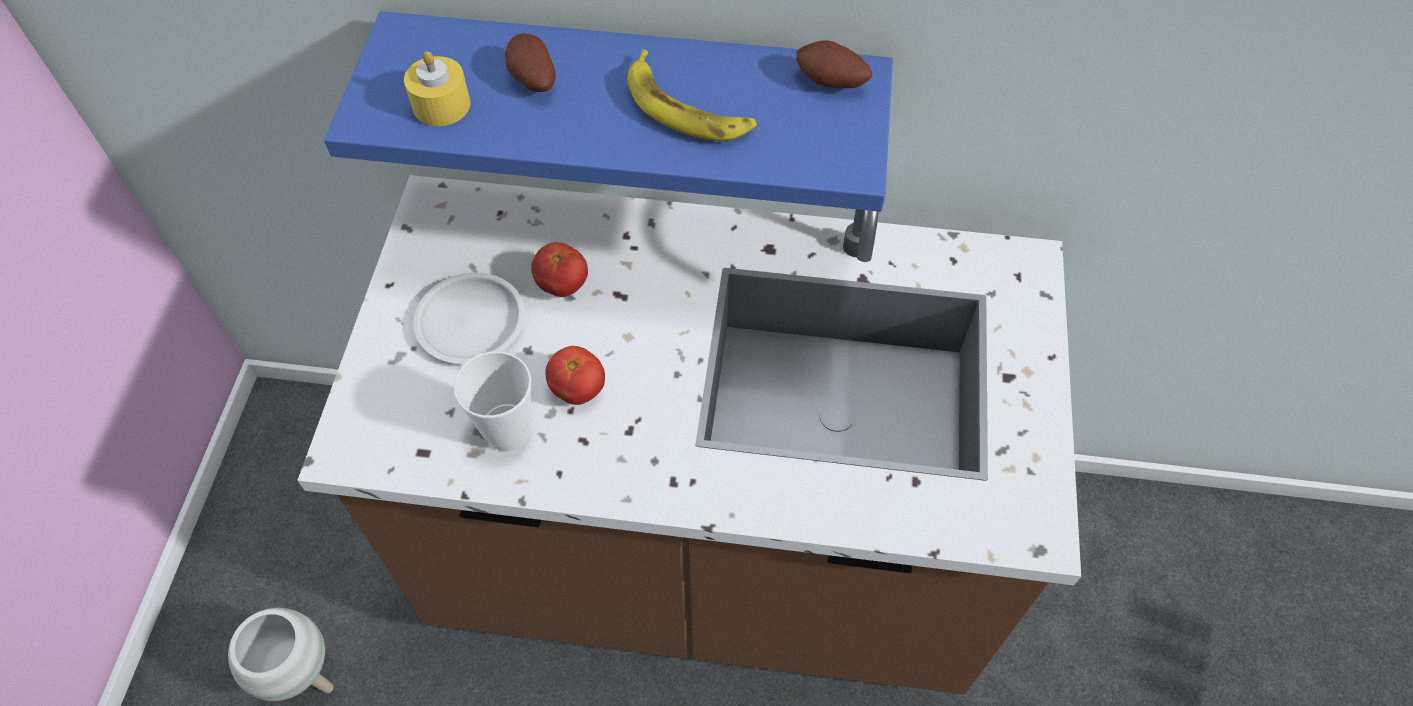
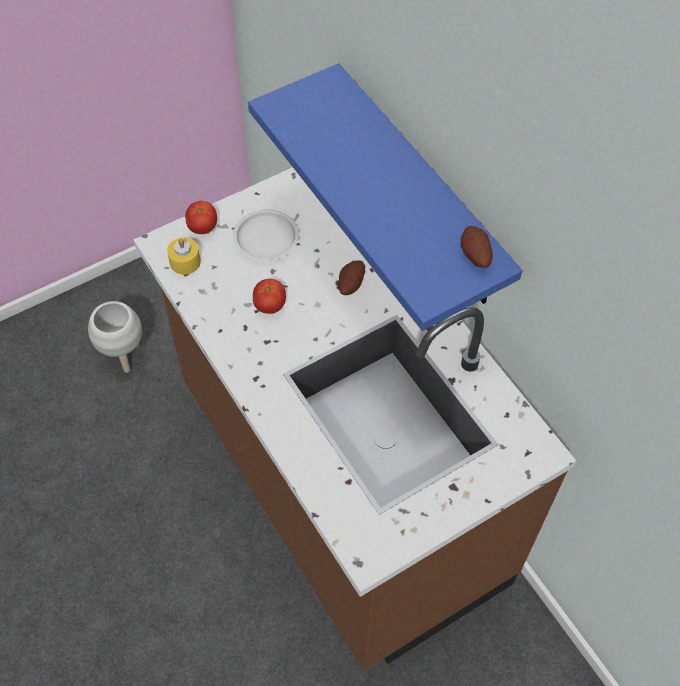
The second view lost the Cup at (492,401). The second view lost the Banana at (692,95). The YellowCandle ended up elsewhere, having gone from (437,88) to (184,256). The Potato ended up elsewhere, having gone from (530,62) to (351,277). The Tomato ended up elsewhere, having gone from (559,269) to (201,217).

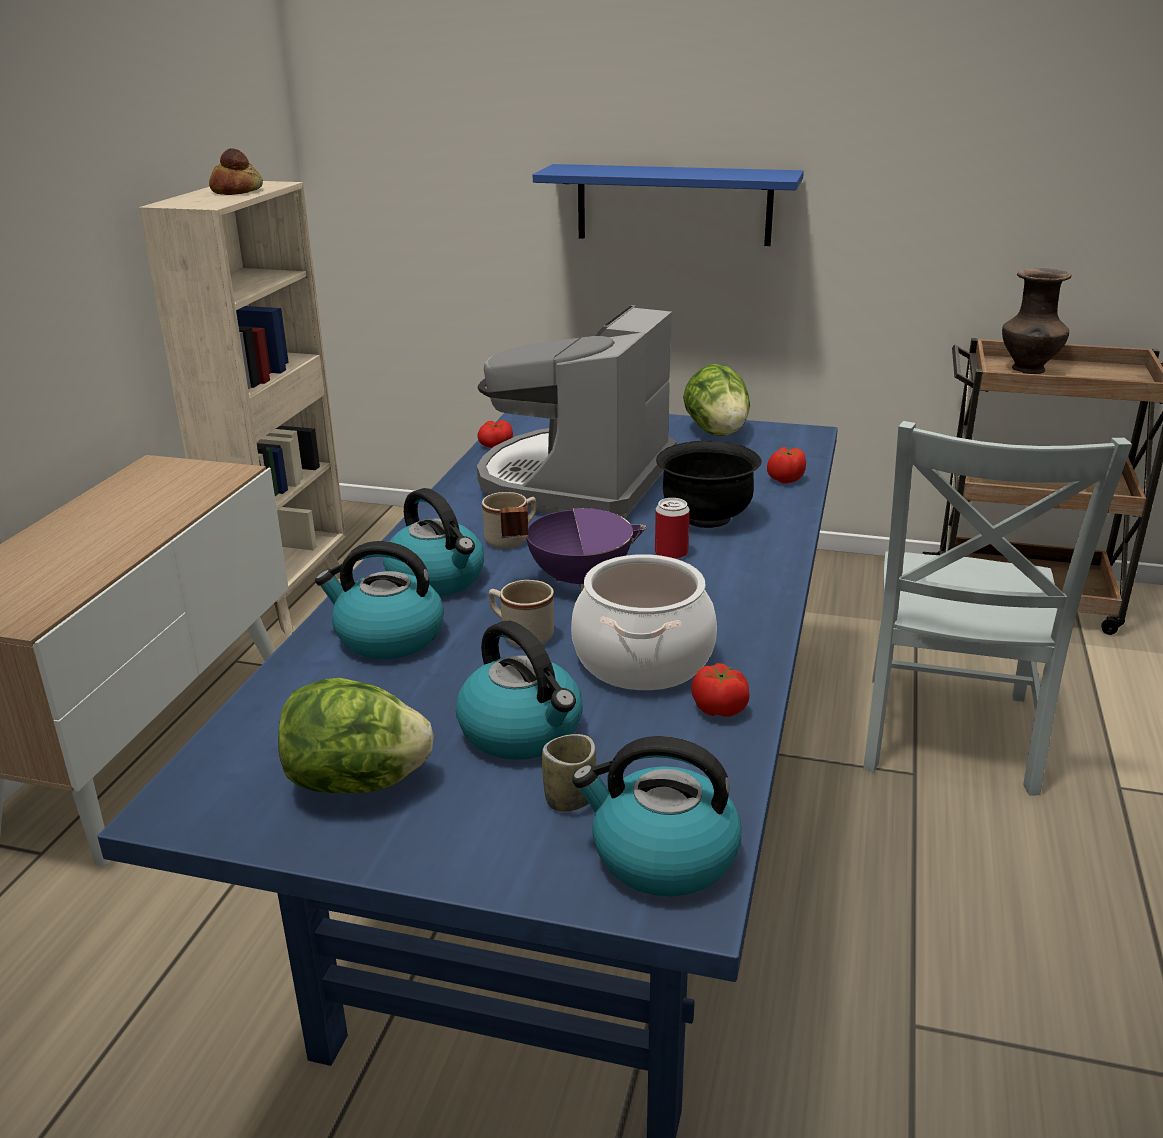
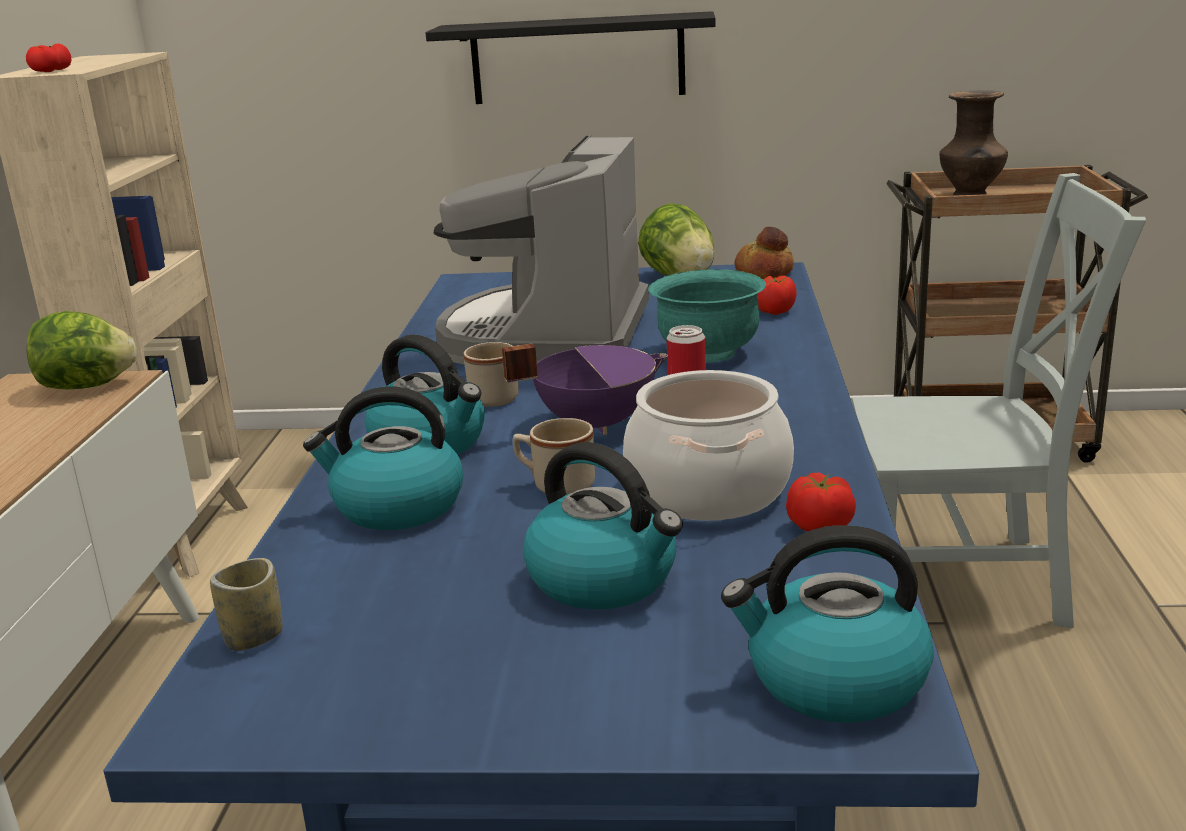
The Bread ended up elsewhere, having gone from (236,171) to (764,253). The Lettuce ended up elsewhere, having gone from (356,735) to (82,350). The Tomato ended up elsewhere, having gone from (495,434) to (48,58). The Cup ended up elsewhere, having gone from (569,773) to (246,604). What was the BlueShelf at (668,205) turned into the BlackShelf at (571,57). What was the BlackBowl at (709,484) turned into the TurquoiseBowl at (707,316). The GreyChair at (997,608) ended up facing another way, 90 degrees counterclockwise from before.

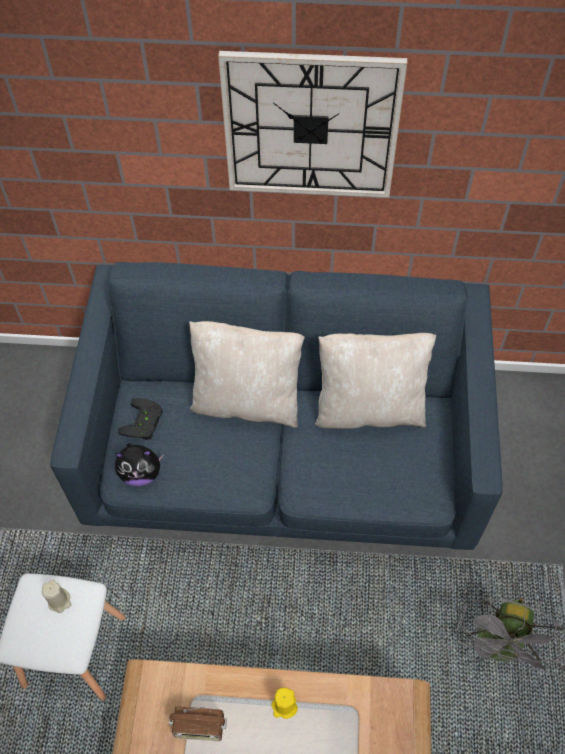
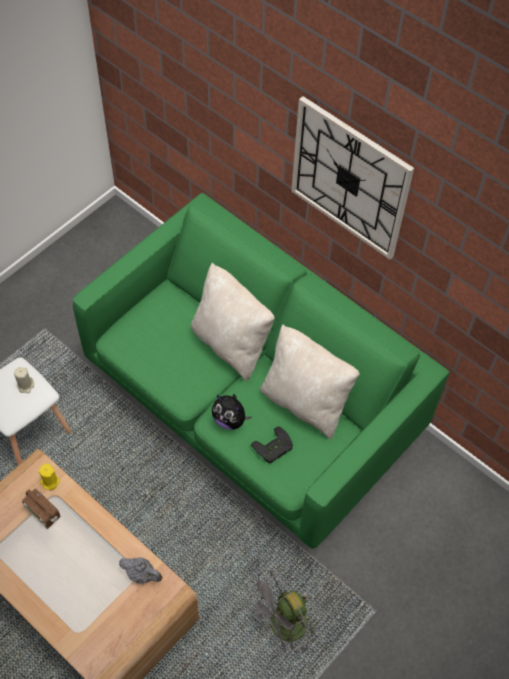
The second view gained the GreyTeapot at (140,570). The PlushToy ended up elsewhere, having gone from (139,464) to (232,412). The BlackGameController ended up elsewhere, having gone from (140,419) to (272,445). The YellowCandle ended up elsewhere, having gone from (284,703) to (49,477). What was the BlueSofa at (276,406) turned into the GreenSofa at (261,371).

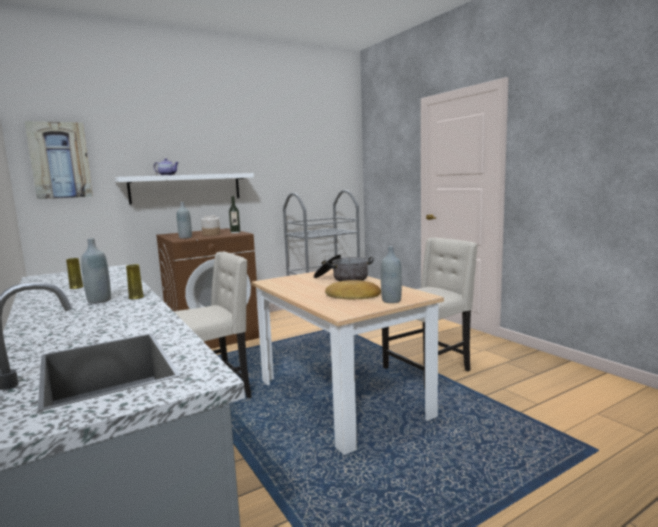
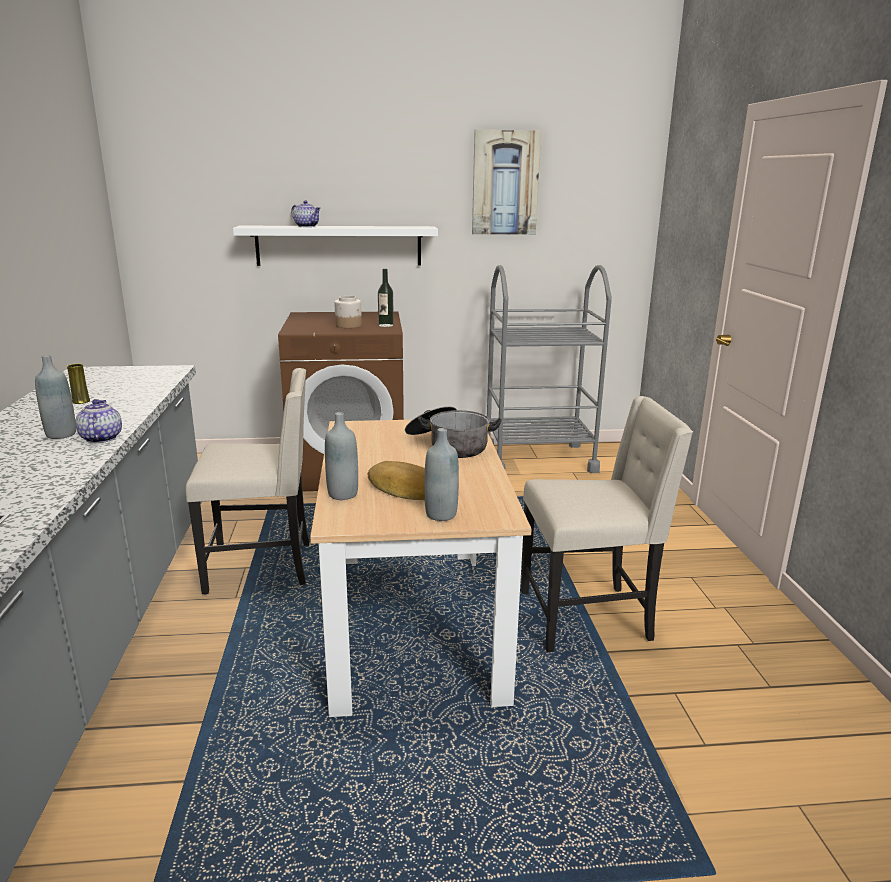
The Picture ended up elsewhere, having gone from (59,160) to (506,182). The GreyBottle ended up elsewhere, having gone from (184,220) to (341,456). Where the YellowVase stood at (135,281), the Teapot came to stand at (99,421).

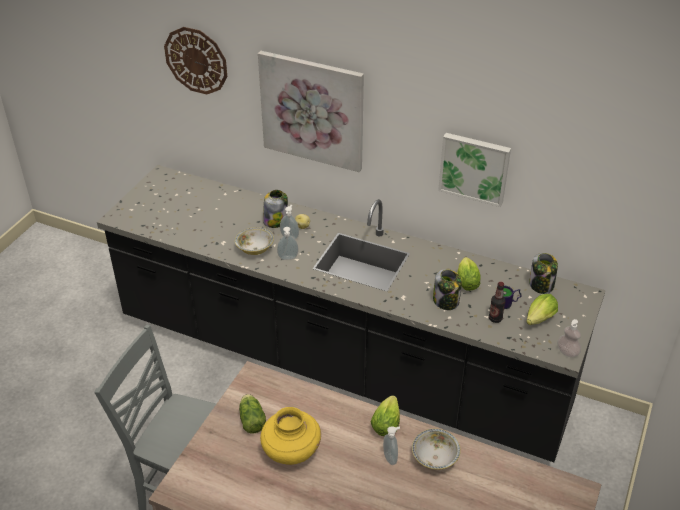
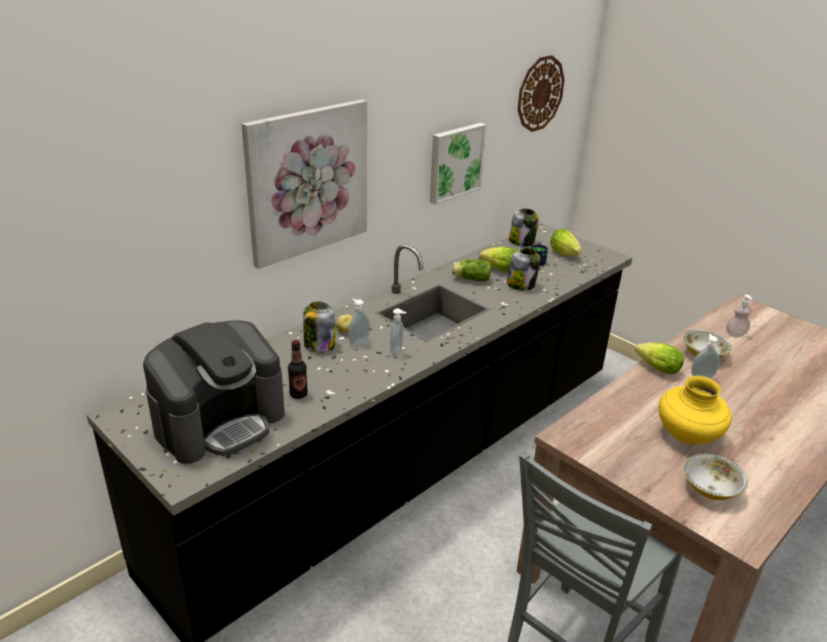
The second view gained the CoffeeMachine at (214,392). The WallClock ended up elsewhere, having gone from (195,60) to (541,93). The Bowl ended up elsewhere, having gone from (254,241) to (715,477). The Lettuce ended up elsewhere, having gone from (252,414) to (471,270). The Bottle ended up elsewhere, having gone from (497,302) to (298,369). The SoapDispenser ended up elsewhere, having gone from (569,338) to (739,316).

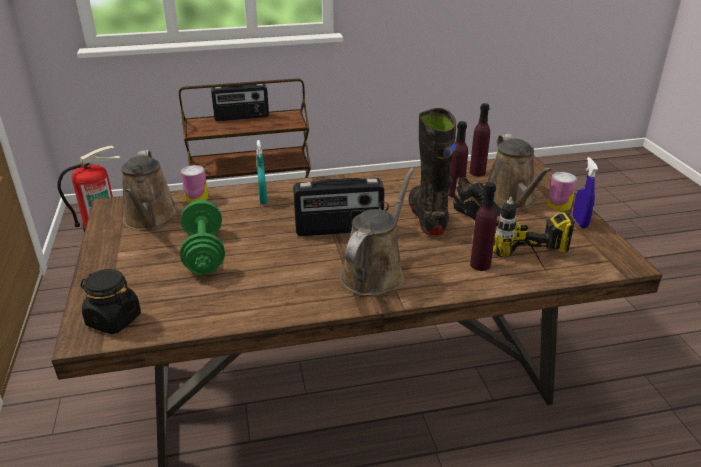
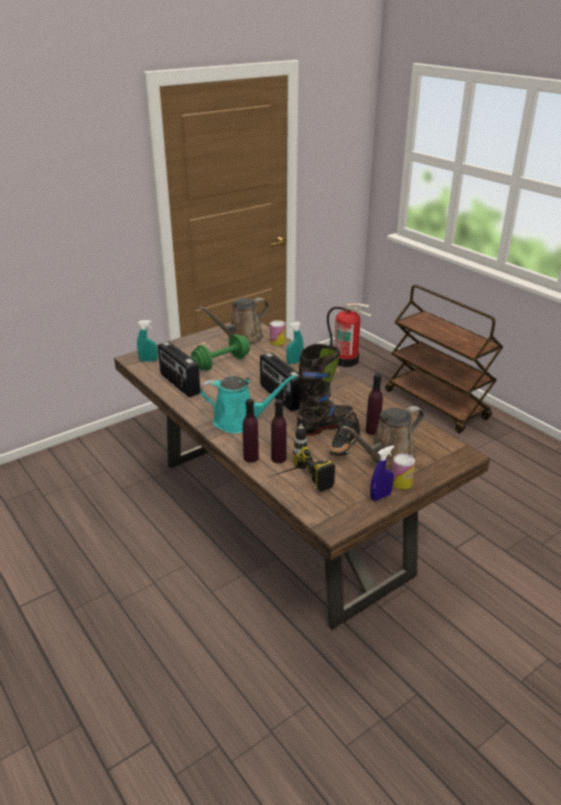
The Radio ended up elsewhere, having gone from (240,102) to (179,369). The PurpleBottle ended up elsewhere, having gone from (480,139) to (251,431). Where the BlackJar stood at (110,301), the TurquoiseSprayBottle came to stand at (147,341). What was the BrownWateringCan at (377,232) turned into the TurquoiseWateringCan at (248,404).

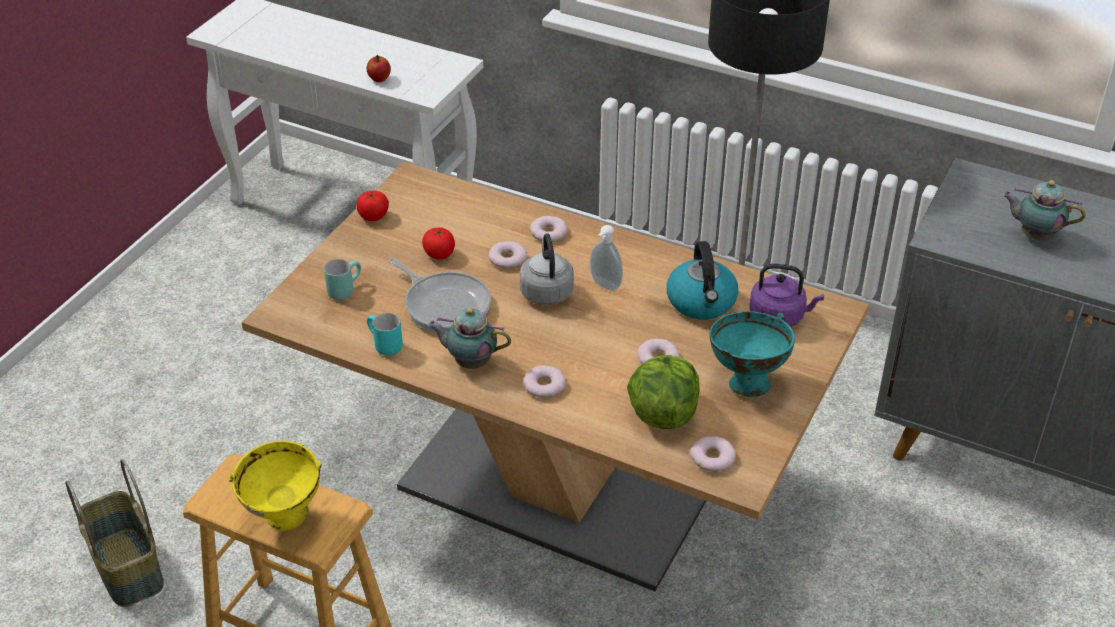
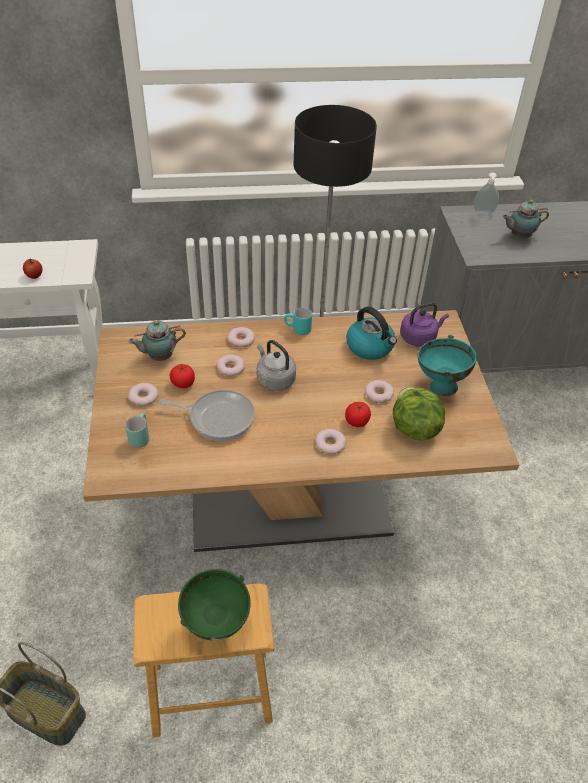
The Tomato ended up elsewhere, having gone from (372,206) to (358,414). The TurquoiseMug ended up elsewhere, having gone from (385,334) to (298,321). The Teapot ended up elsewhere, having gone from (469,338) to (157,340). The SoapDispenser ended up elsewhere, having gone from (606,258) to (486,194). The Donut ended up elsewhere, having gone from (713,454) to (143,394). What was the YellowBowl at (275,485) turned into the GreenBowl at (214,605).

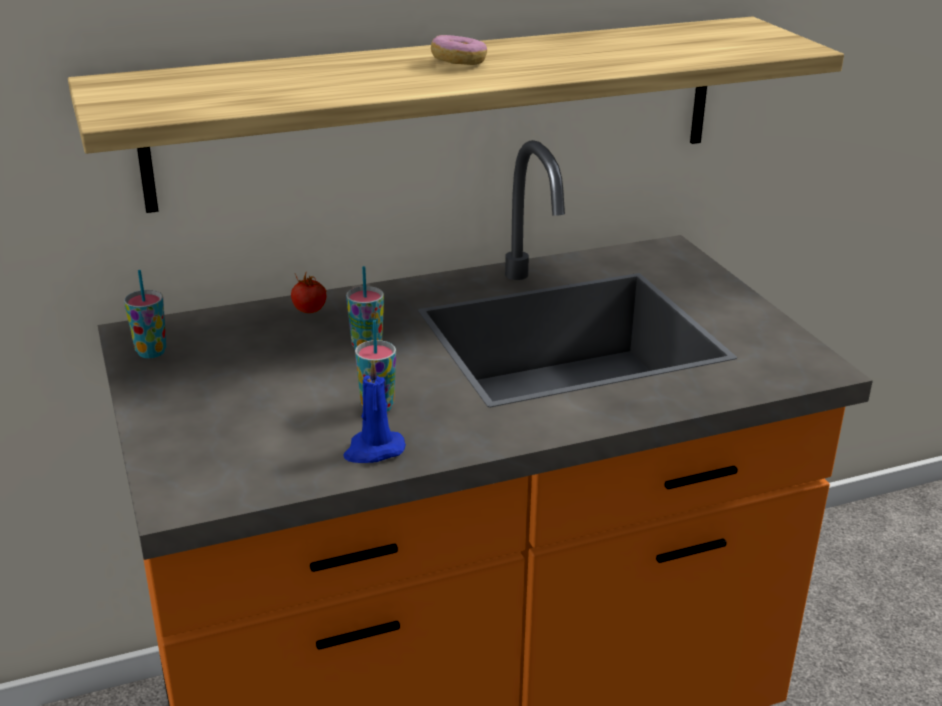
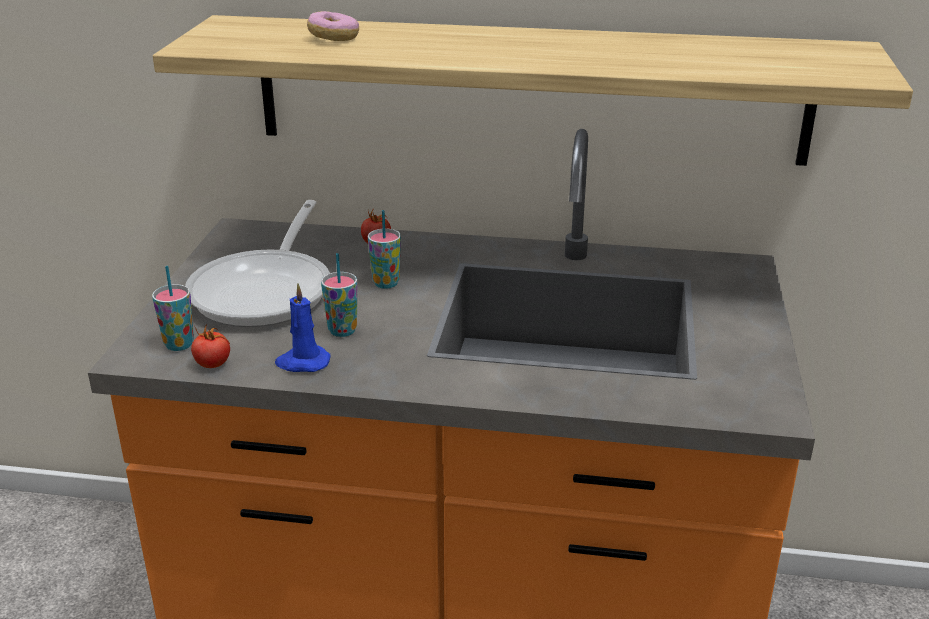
The second view gained the FryingPan at (257,263). The second view gained the Tomato at (210,347). The Cup ended up elsewhere, having gone from (145,314) to (173,308). The Donut ended up elsewhere, having gone from (459,50) to (333,26).

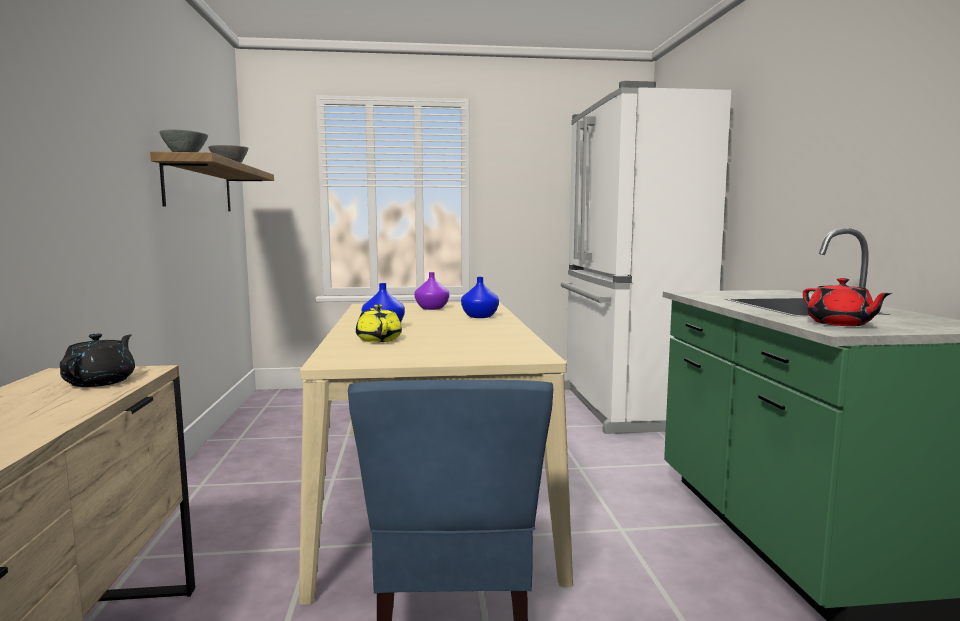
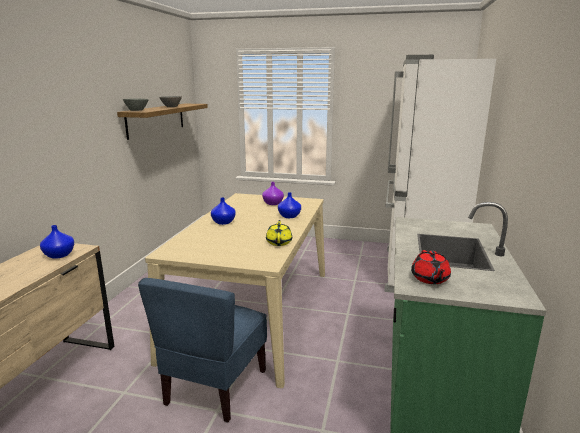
The YellowTeapot ended up elsewhere, having gone from (379,323) to (279,233). Where the BlackTeapot stood at (97,360), the BlueVase came to stand at (57,242).

